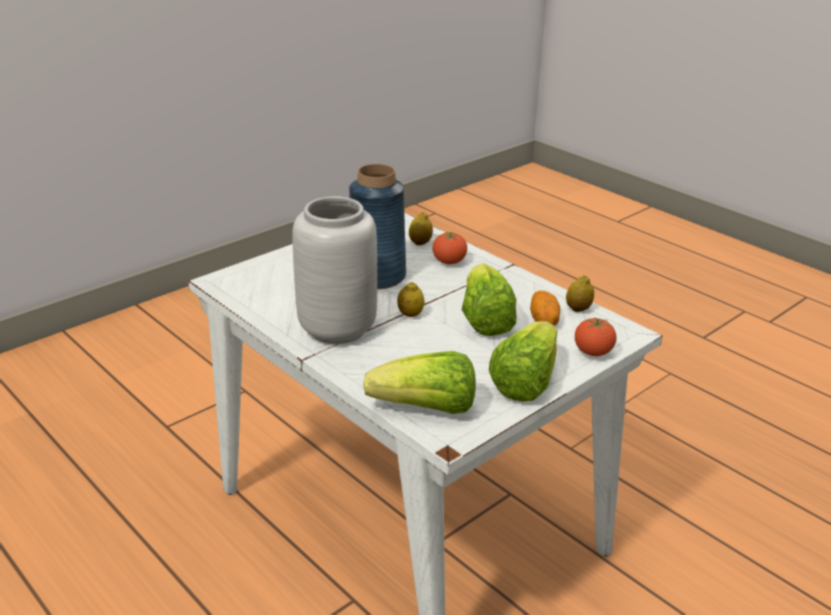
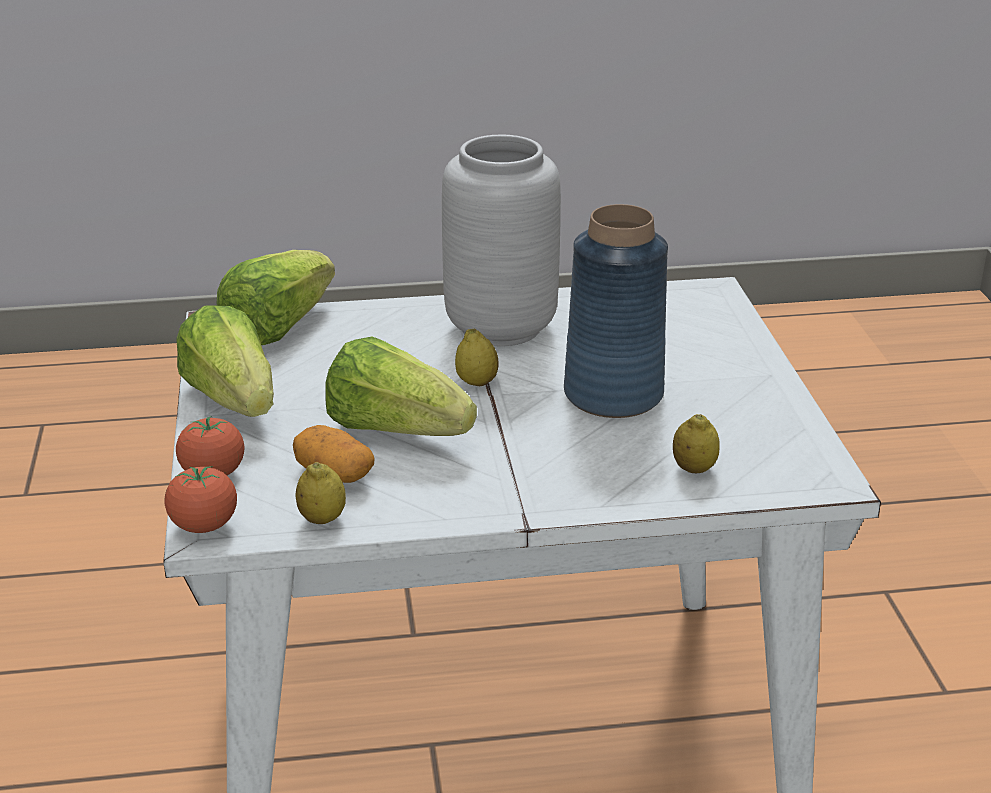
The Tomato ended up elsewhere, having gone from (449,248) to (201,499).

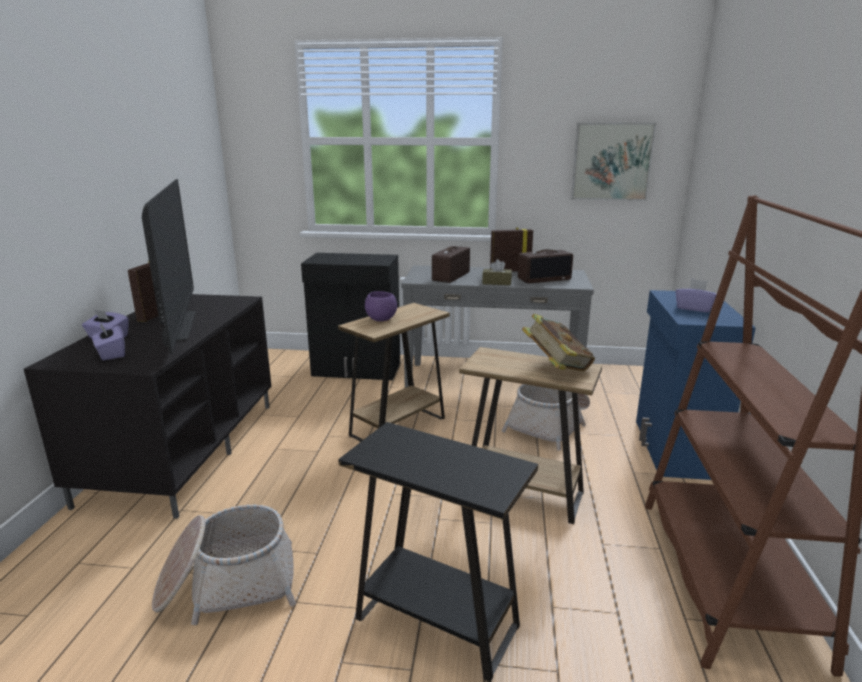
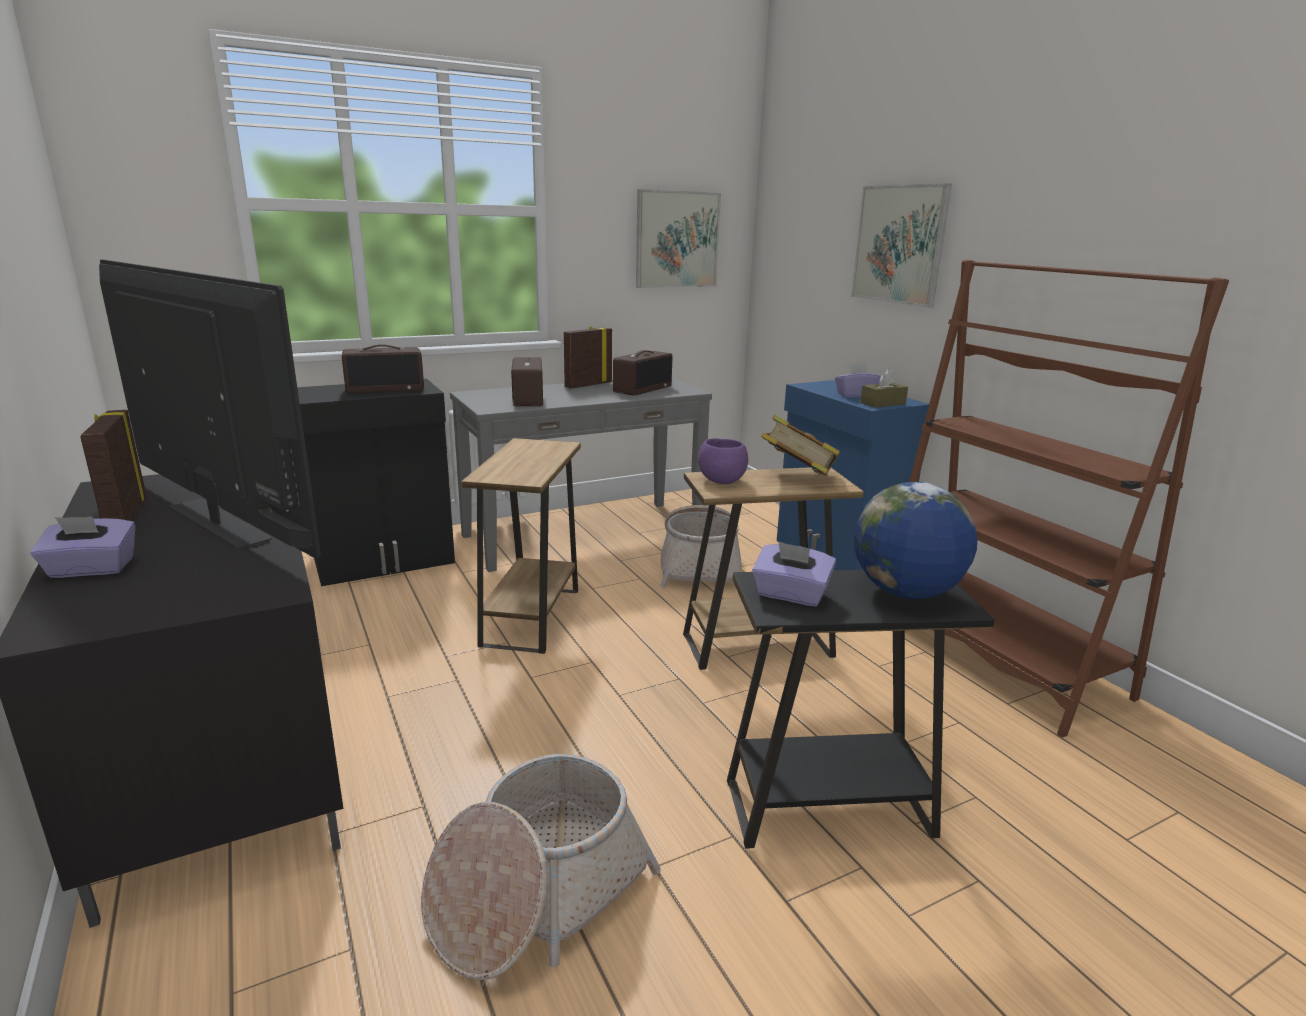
The second view gained the Radio at (383,368). The second view gained the Picture at (901,246). The second view gained the Globe at (916,540). The PurpleTissueBox ended up elsewhere, having gone from (108,341) to (794,574). The PurpleBowl ended up elsewhere, having gone from (381,306) to (723,461). The BrownTissueBox ended up elsewhere, having gone from (497,272) to (884,388).

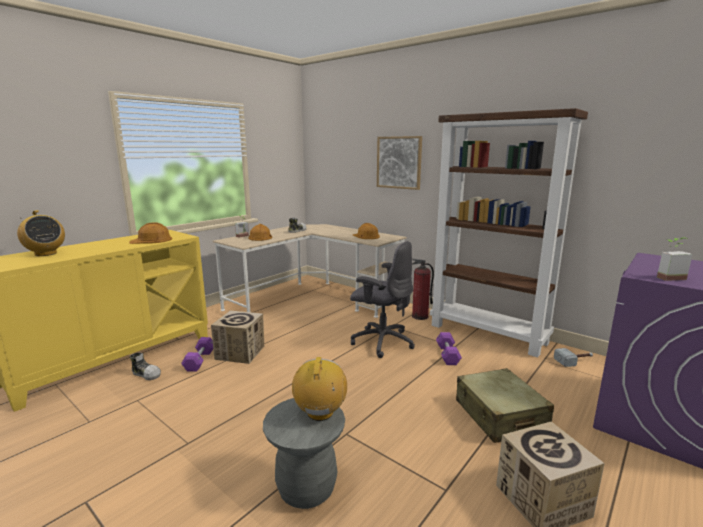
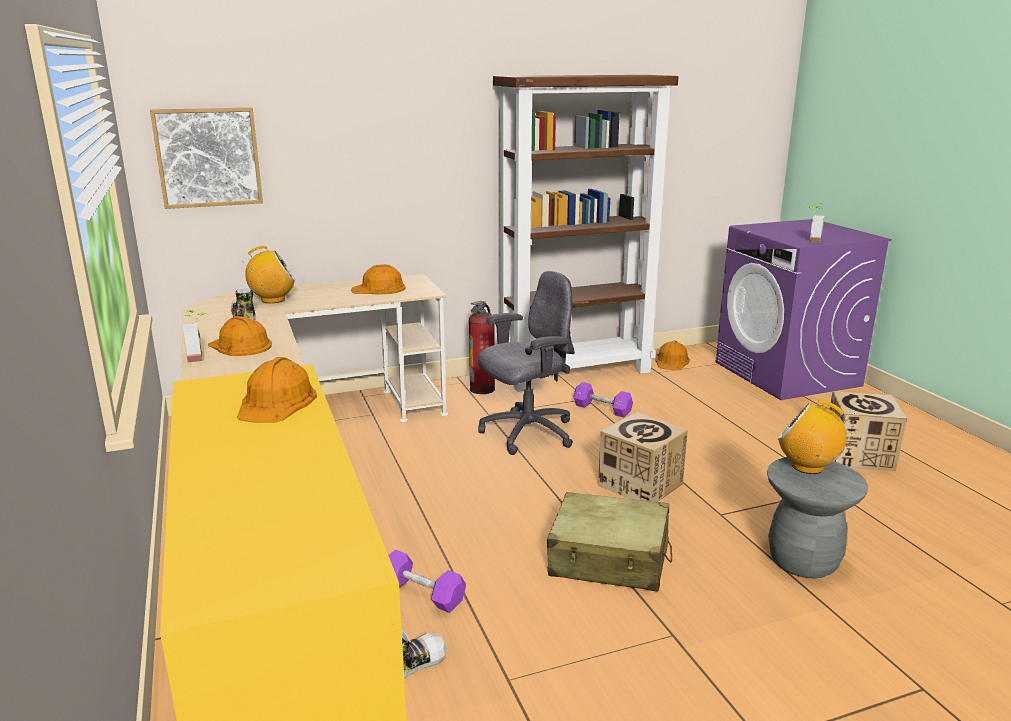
The Radio ended up elsewhere, having gone from (41,233) to (270,274). The CardboardBox ended up elsewhere, having gone from (237,337) to (643,457). The Picture ended up elsewhere, having gone from (399,163) to (206,158). The BeigeSuitcase ended up elsewhere, having gone from (505,405) to (609,542). Where the Hammer stood at (573,357), the OrangeHardHat came to stand at (673,355).

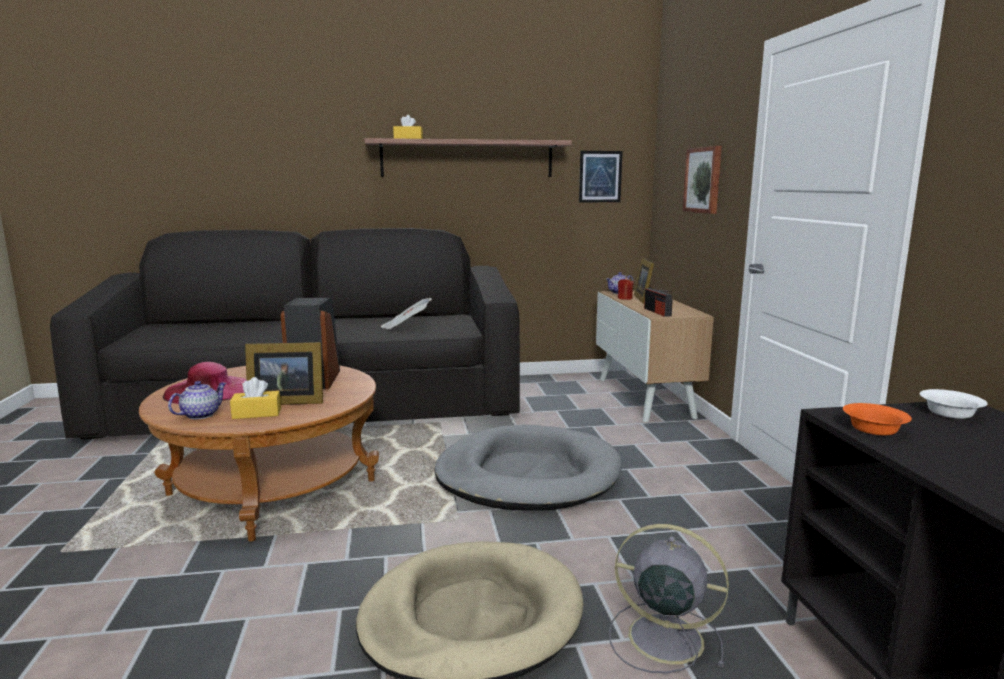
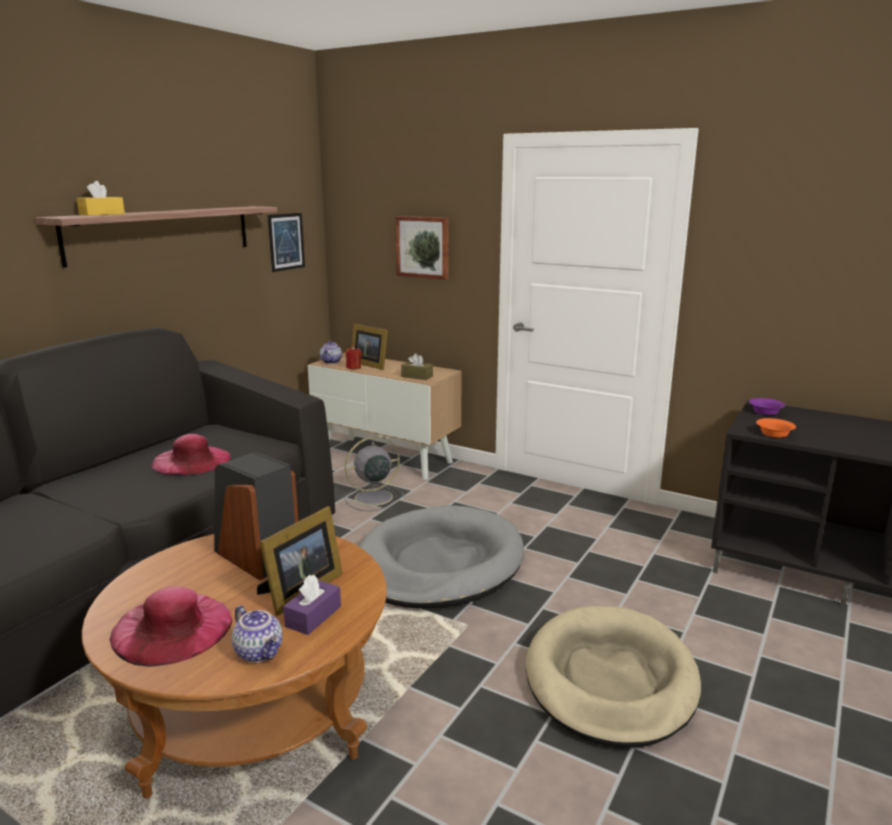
The GreyFan ended up elsewhere, having gone from (669,598) to (375,473). Where the Newspaper stood at (406,313), the PinkHat came to stand at (191,455). Where the Radio stood at (658,302), the BrownTissueBox came to stand at (417,366). What was the YellowTissueBox at (255,398) turned into the PurpleTissueBox at (312,605). What was the WhiteBowl at (953,404) turned into the PurpleBowl at (767,406). The Teapot at (197,400) ended up facing another way, 150 degrees clockwise from before.

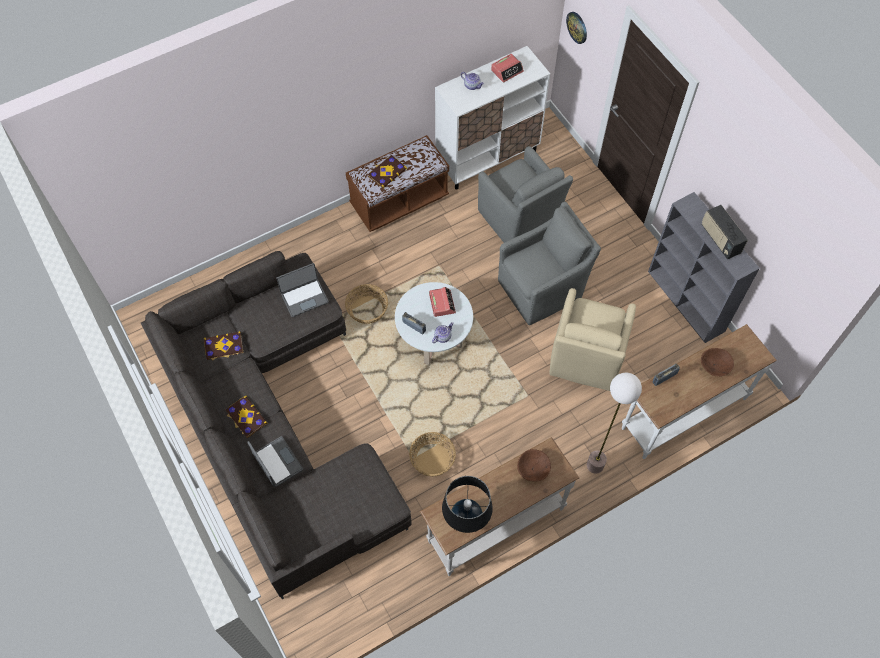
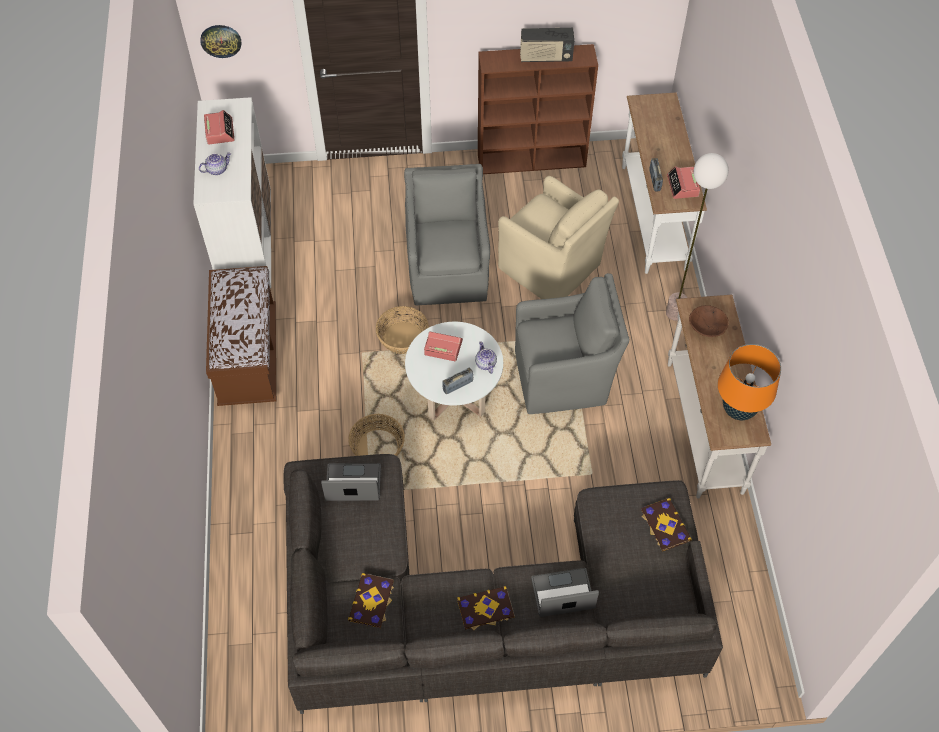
The second view lost the BrownBowl at (717,362). The second view gained the AlarmClock at (683,182). The Book ended up elsewhere, having gone from (387,171) to (666,525). The Basket ended up elsewhere, having gone from (432,454) to (402,330). The GreyArmchair ended up elsewhere, having gone from (525,194) to (572,343). What was the BlackTableLamp at (467,504) turned into the OrangeTableLamp at (749,382). What was the GreyBookcase at (704,267) turned into the BrownBookcase at (538,109). The Laptop at (302,290) ended up facing another way, 90 degrees counterclockwise from before.

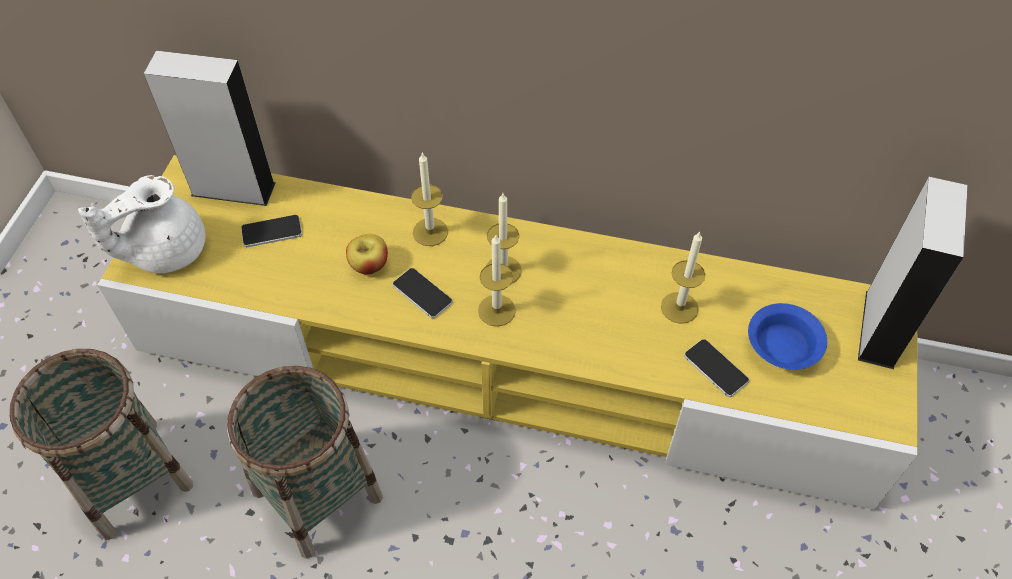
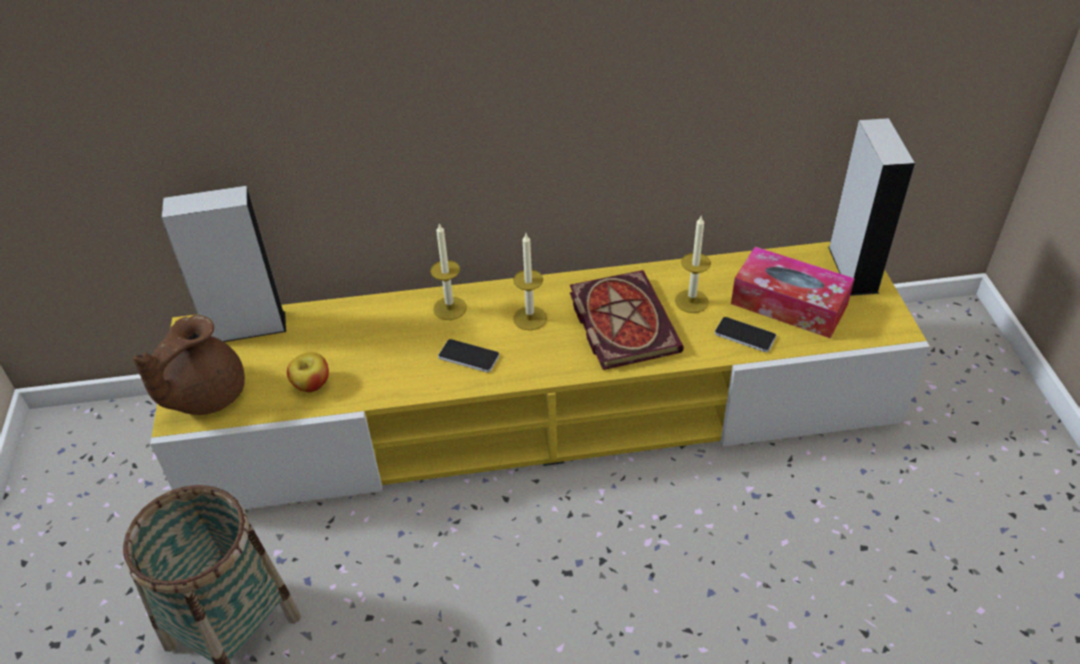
The second view lost the Basket at (305,462). The second view lost the Phone at (271,231). The second view lost the Candle at (497,281). The second view gained the Book at (627,320). The Apple ended up elsewhere, having gone from (367,254) to (308,372). Where the BlueBowl stood at (787,336), the TissueBox came to stand at (793,292). What was the WhiteTeapot at (141,224) turned into the BrownTeapot at (189,365).

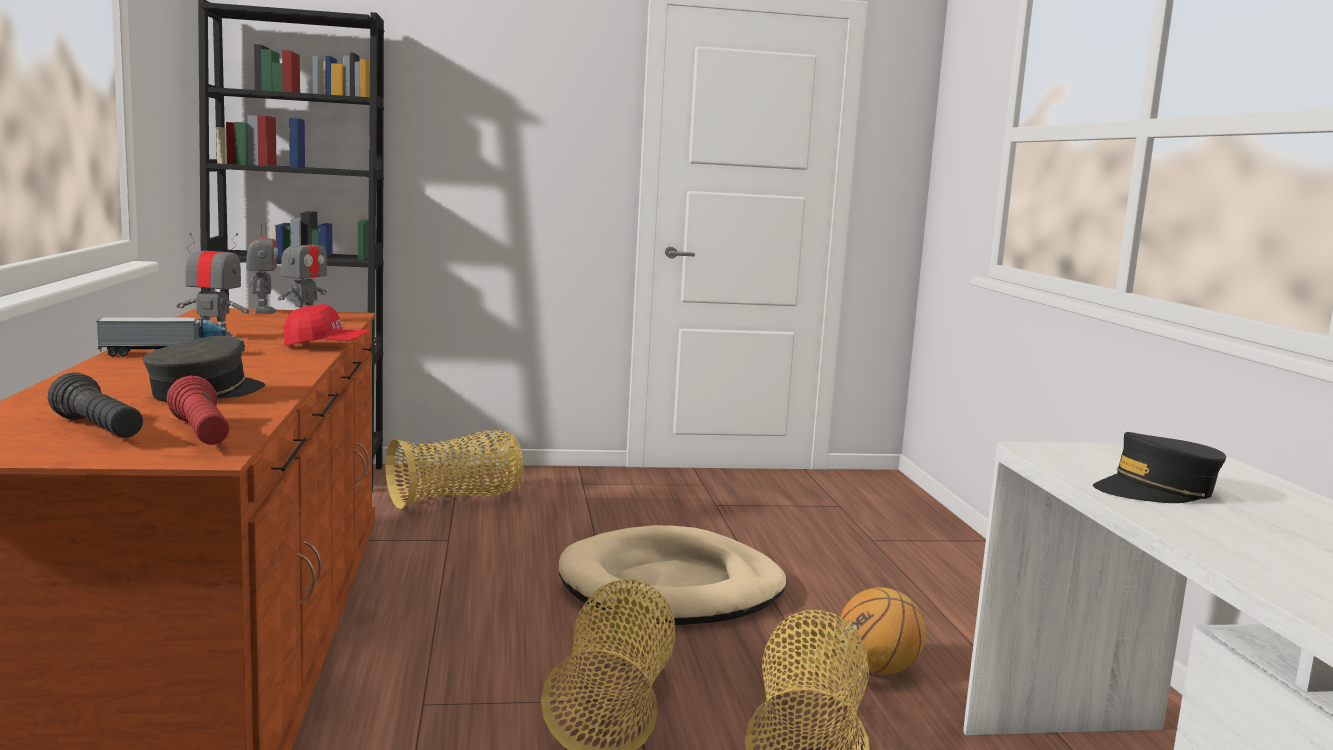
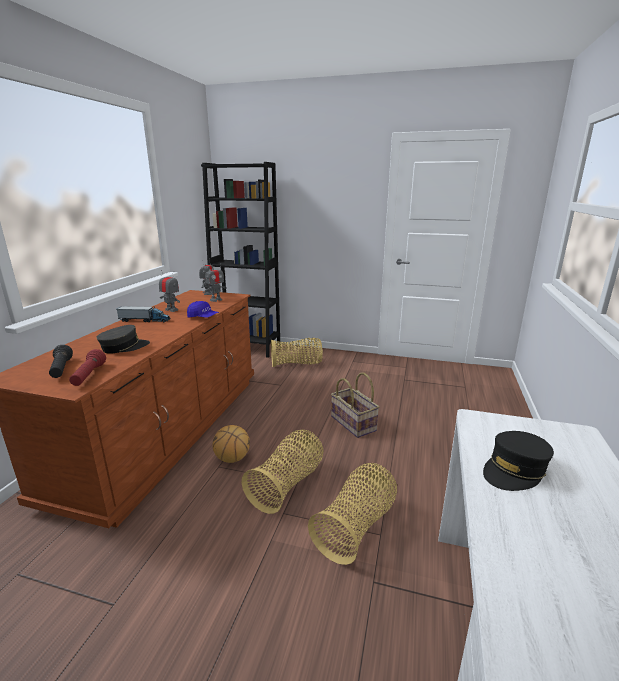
The Basketball ended up elsewhere, having gone from (882,631) to (231,444). Where the BeigeDogBed stood at (672,575), the Basket came to stand at (355,405). What was the RedCap at (327,325) turned into the BlueCap at (203,309). The BlackCap at (1159,467) ended up facing another way, 45 degrees counterclockwise from before.

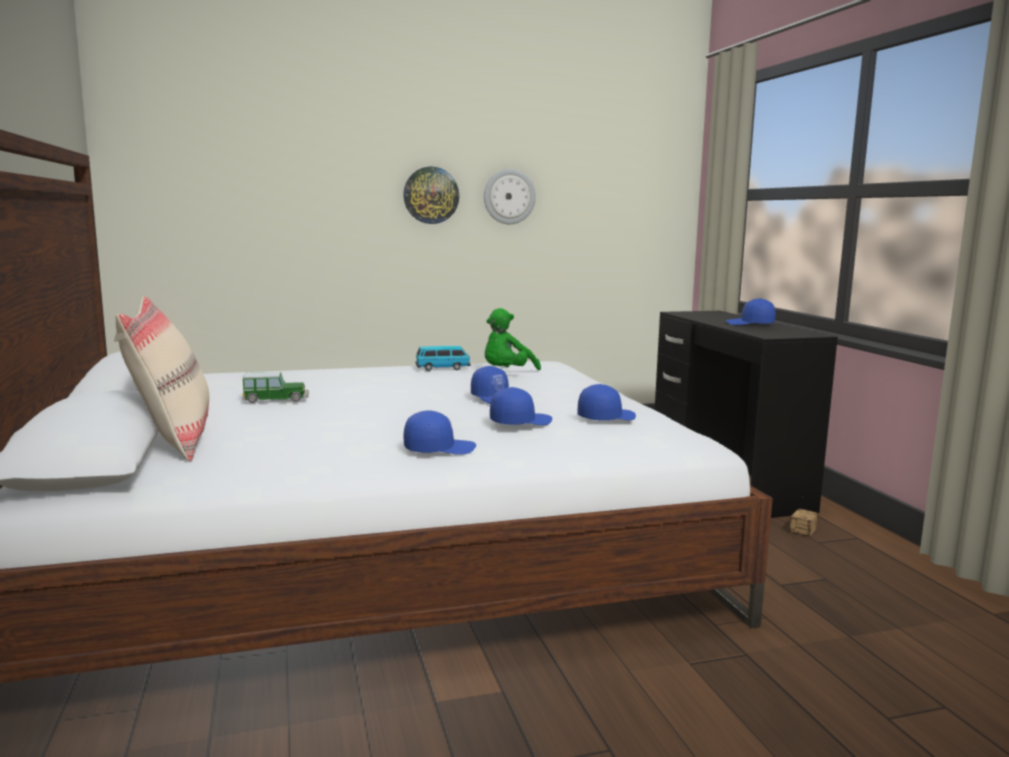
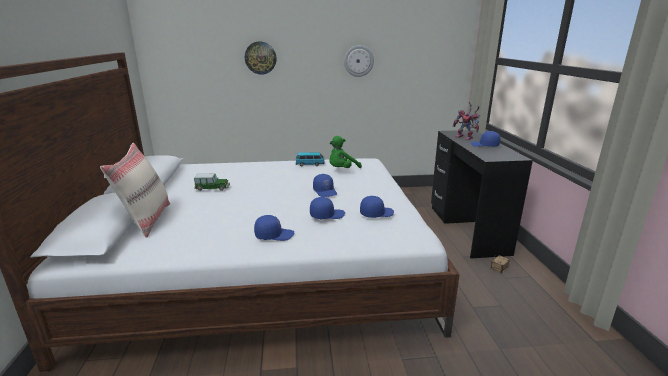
The second view gained the ToyRobot at (466,121). The WallClock ended up elsewhere, having gone from (431,195) to (261,58).

